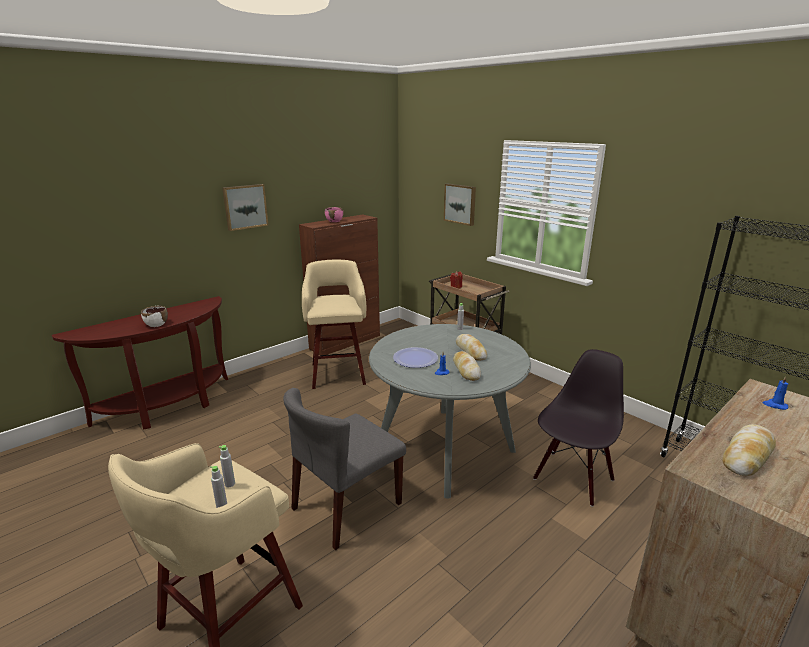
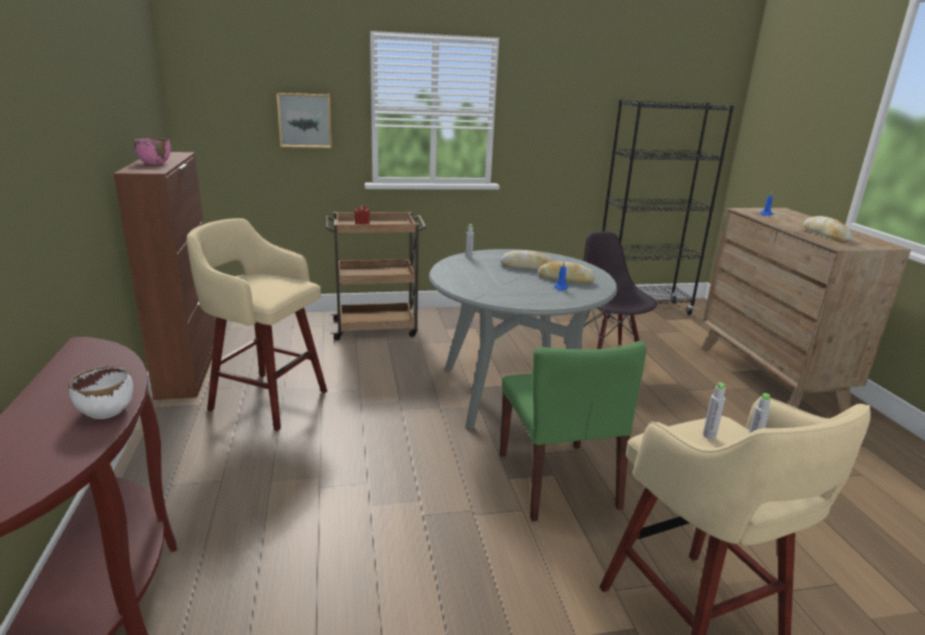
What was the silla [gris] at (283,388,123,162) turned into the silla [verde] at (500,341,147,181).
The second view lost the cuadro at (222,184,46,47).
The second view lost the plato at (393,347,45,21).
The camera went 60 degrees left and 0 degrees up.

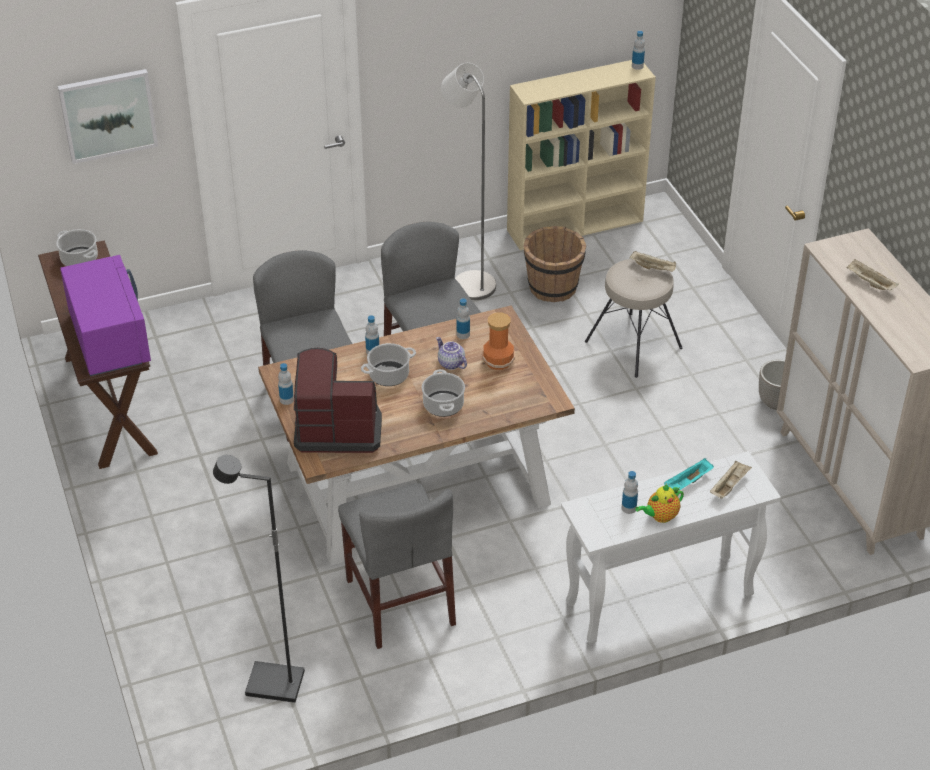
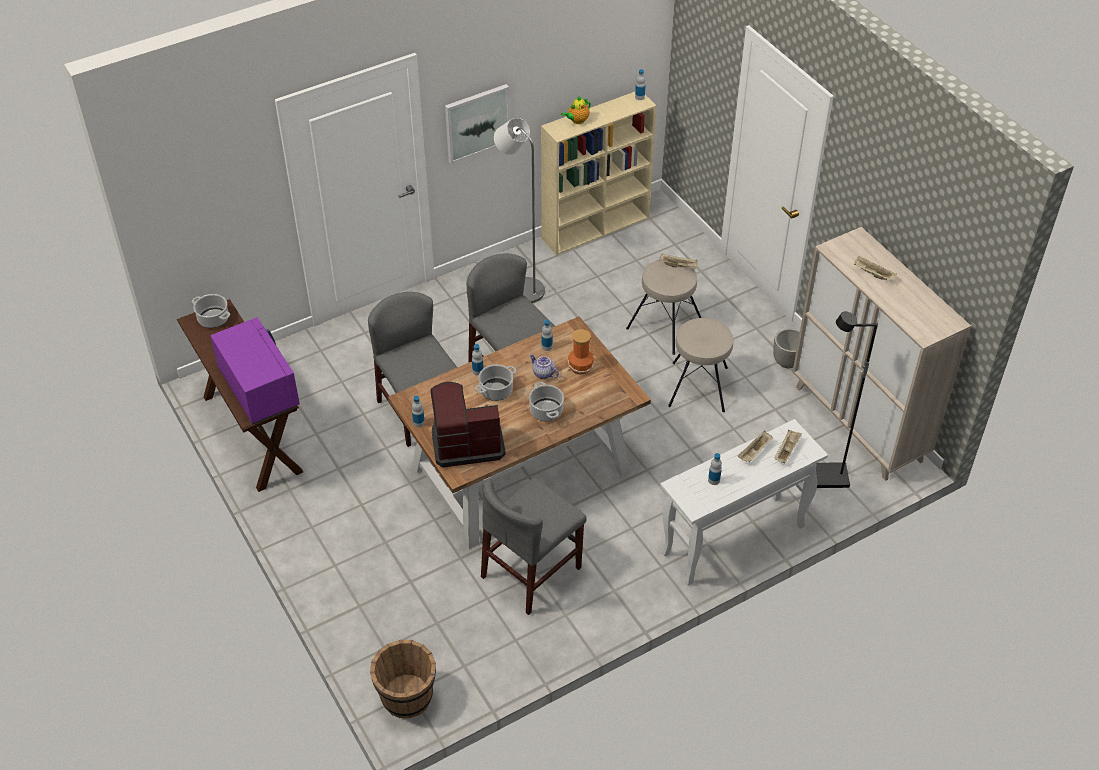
The cubo [marrón] ended up elsewhere, having gone from (523,226,63,76) to (370,640,66,78).
The cuadro ended up elsewhere, having gone from (58,69,100,95) to (445,84,65,80).
The silla [gris] at (338,483,118,166) ended up facing another way, 75 degrees clockwise from before.
The tetera ended up elsewhere, having gone from (635,484,49,39) to (561,96,30,28).
The second view gained the taburete [beis] at (668,318,65,94).
What was the bandeja [turquesa] at (664,458,50,32) turned into the bandeja [beis] at (738,431,35,31).
The lámpara de pie [negro] ended up elsewhere, having gone from (213,455,92,248) to (816,311,62,177).
The camera went 10 degrees left and 5 degrees up.

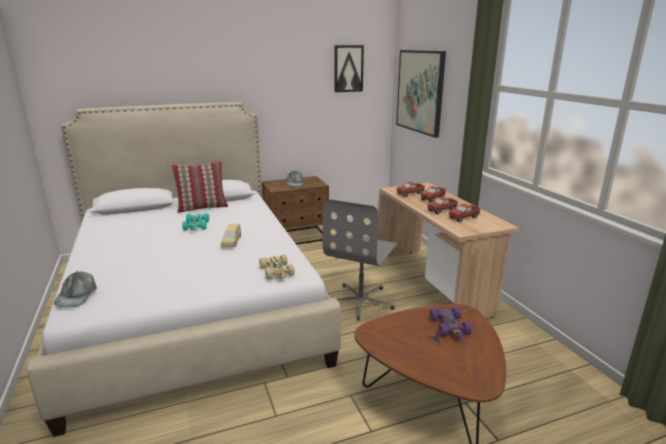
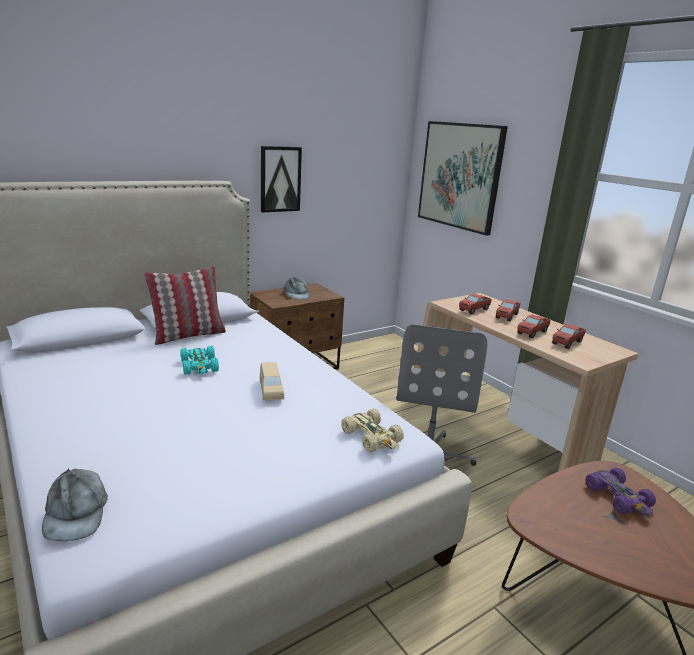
The cuadro ended up elsewhere, having gone from (334,45,30,47) to (261,146,41,66).
The camera went 15 degrees left and 0 degrees up.

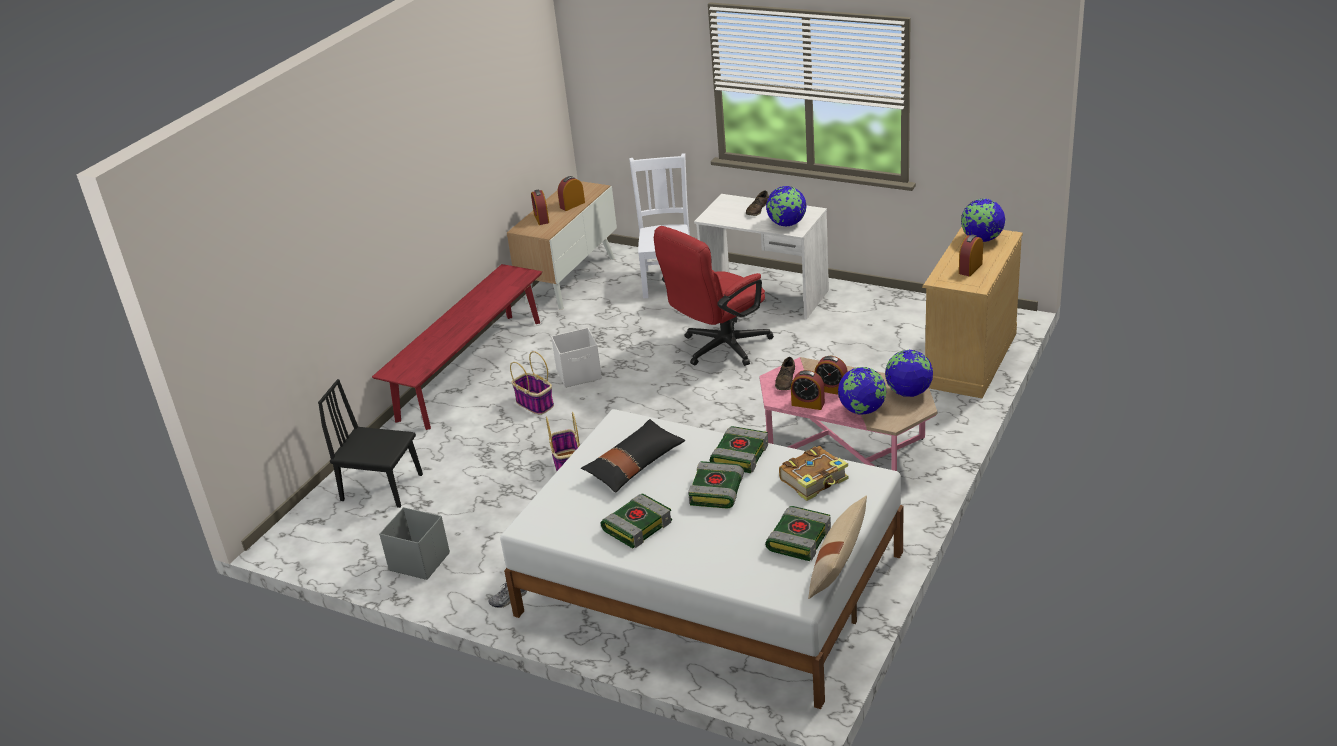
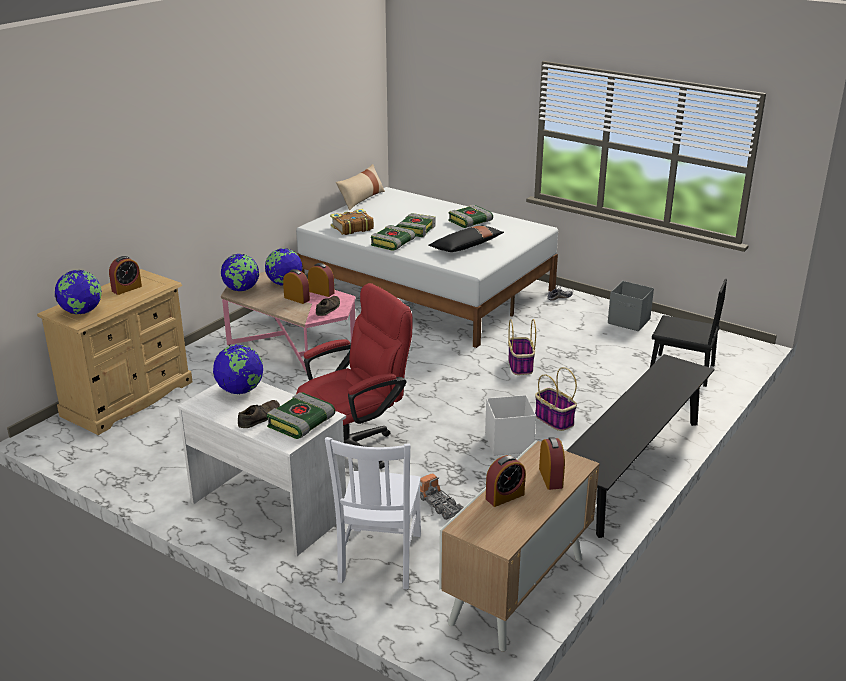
The libro ended up elsewhere, having gone from (765,506,66,55) to (266,392,69,47).
The second view gained the camión de juguete at (420,474,44,46).
What was the banco [rojo] at (372,264,170,166) turned into the banco [negro] at (567,354,147,184).
The camera went 175 degrees left and 5 degrees down.

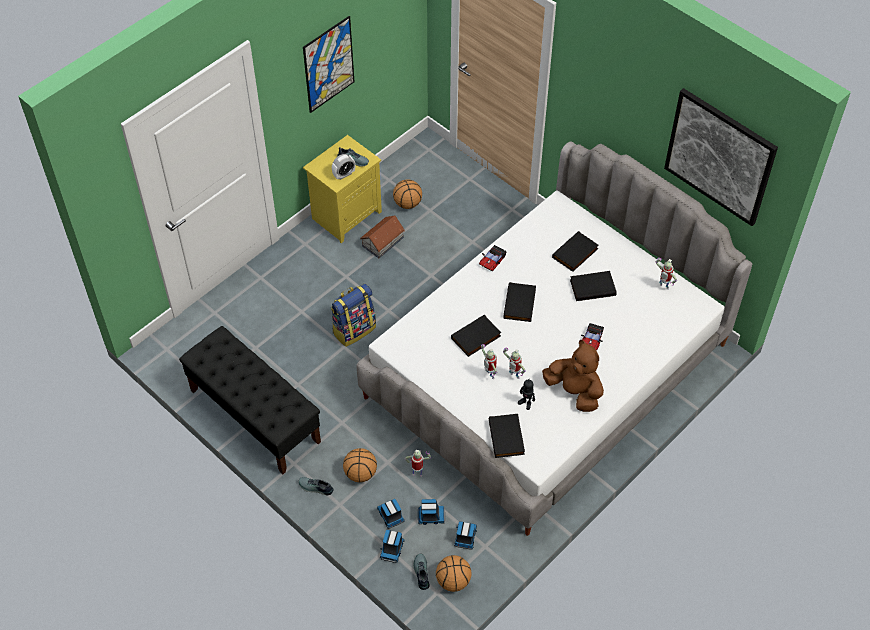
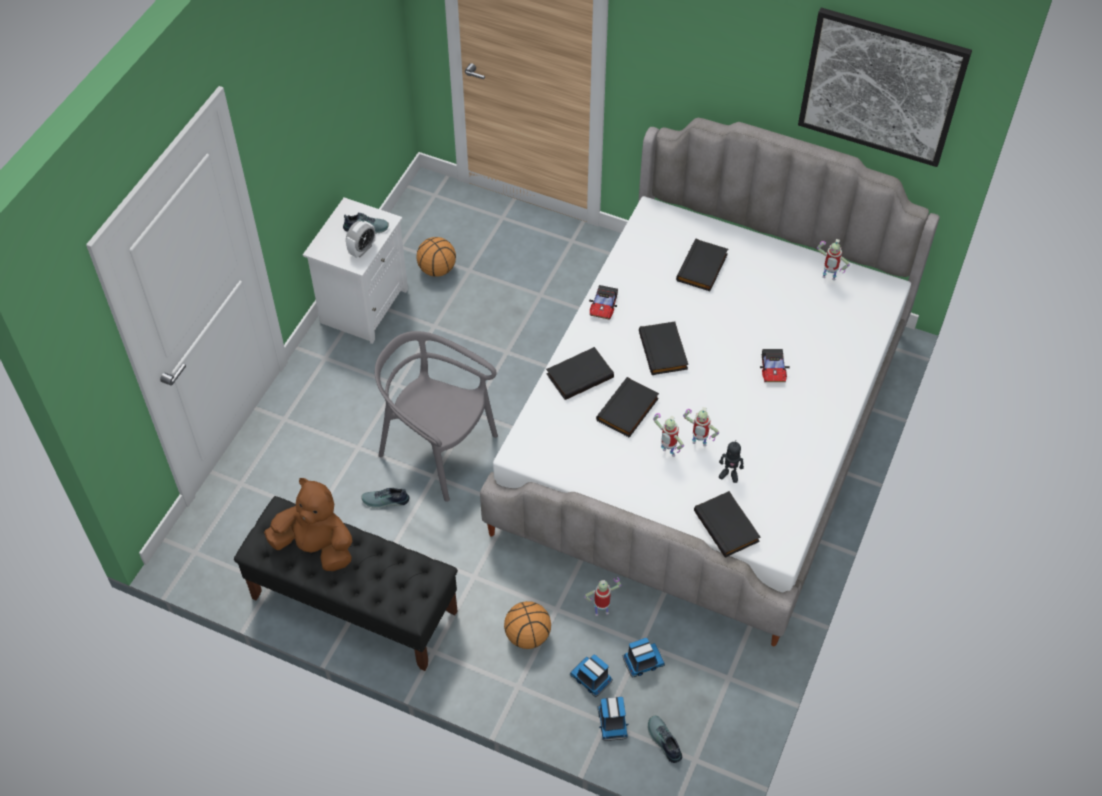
The peluche [marrón] ended up elsewhere, having gone from (542,340,62,72) to (264,478,88,93).
What was the mesita de noche [amarillo] at (303,135,79,108) turned into the mesita de noche [blanco] at (303,197,105,147).
The zapato ended up elsewhere, having gone from (298,477,36,19) to (361,488,48,20).
Where the mochila stood at (331,284,45,63), the silla [gris] came to stand at (375,331,123,171).
The libro [negro] ended up elsewhere, having gone from (570,271,47,30) to (546,347,68,53).
The second view lost the cuadro at (303,16,51,97).
The second view lost the casita at (360,216,45,42).
The second view lost the balón de baloncesto at (436,555,35,37).
The second view lost the camión de juguete at (454,521,23,28).
The camera went 20 degrees left and 0 degrees up.

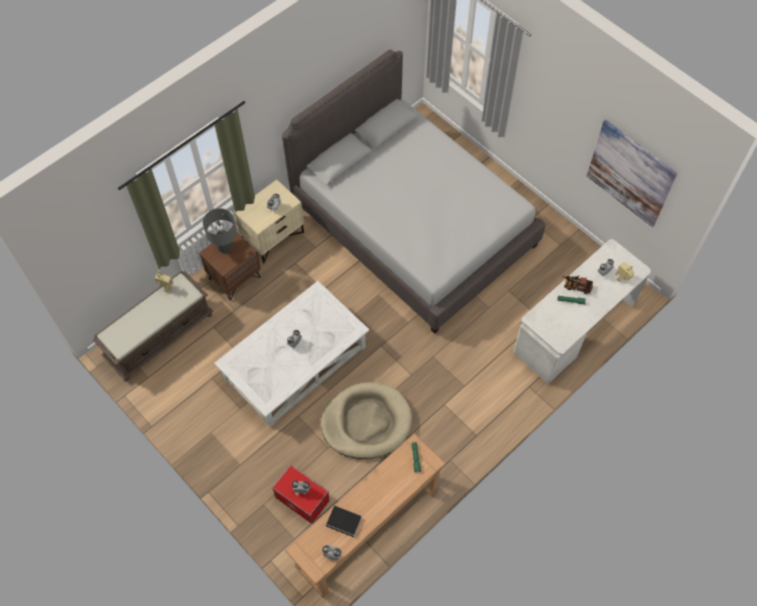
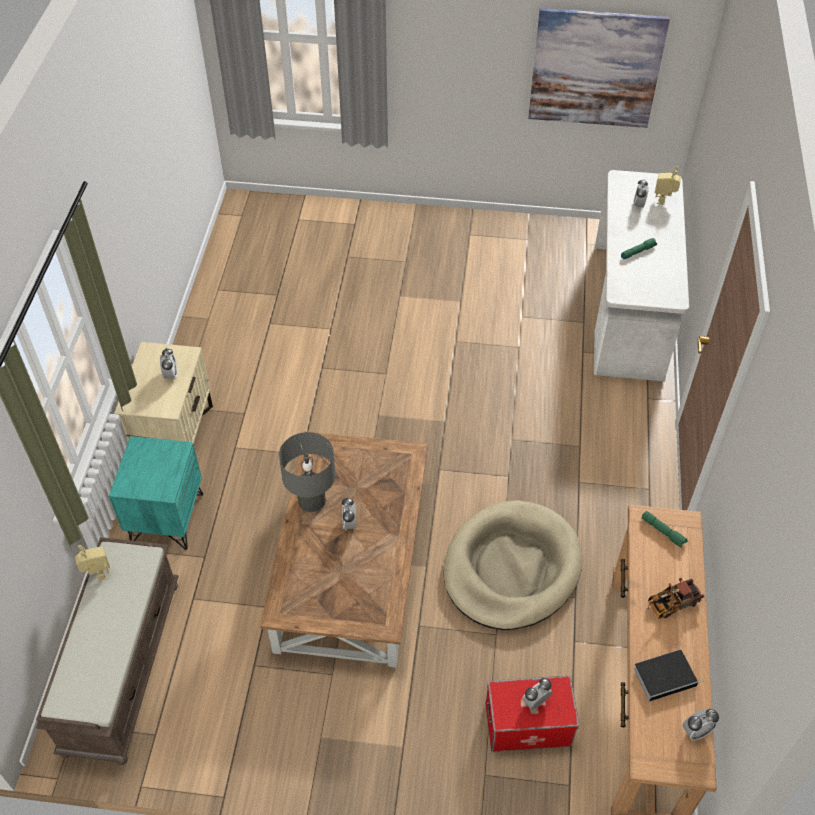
What was the mesita de noche [marrón] at (199,232,62,69) turned into the mesita de noche [turquesa] at (109,436,94,114).
What was the mesa de centro [blanco] at (214,281,155,146) turned into the mesa de centro [marrón] at (260,431,168,237).
The lámpara de mesa [gris] ended up elsewhere, having gone from (203,208,34,45) to (279,432,57,80).
The camión de juguete ended up elsewhere, having gone from (561,276,32,18) to (648,577,56,42).
The second view lost the cama [gris] at (282,50,263,284).
The camera went 40 degrees left and 10 degrees down.

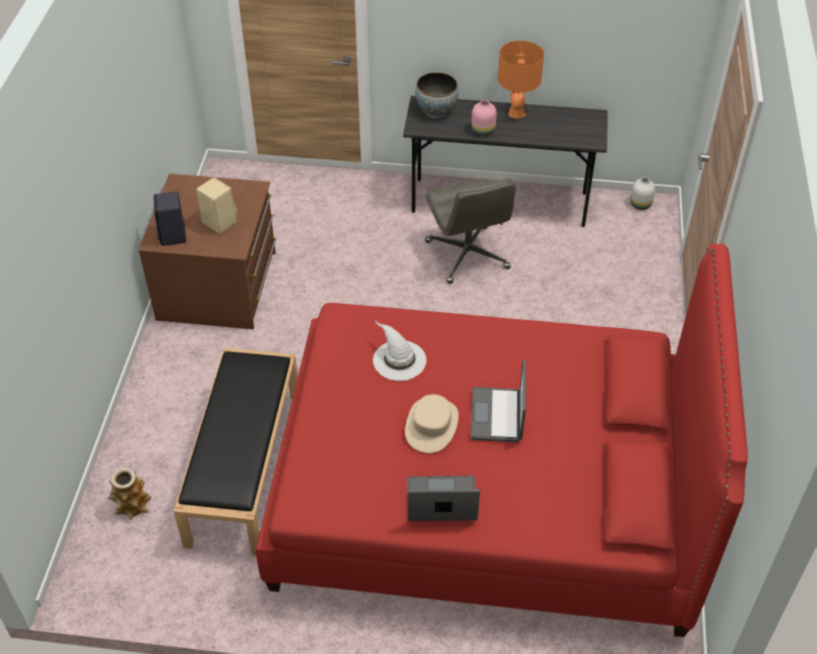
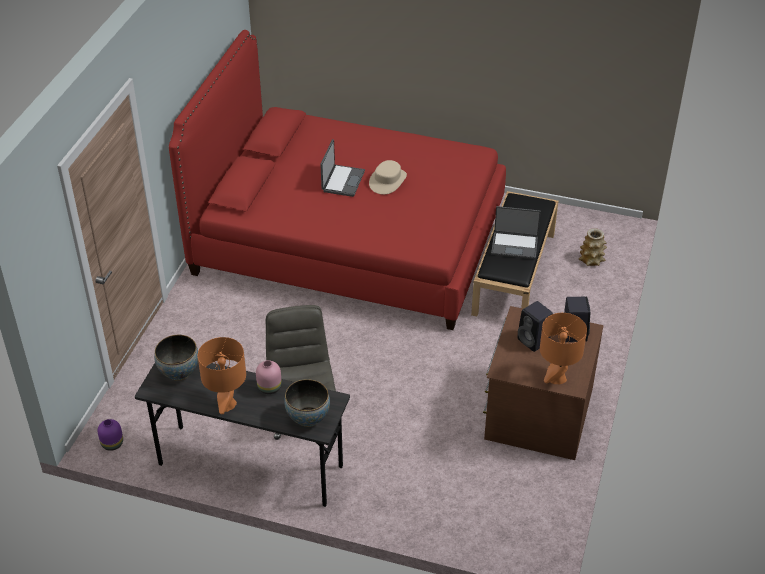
What was the florero [blanco] at (630,177,25,33) turned into the florero [morado] at (98,419,25,32).
The second view gained the cuenco at (154,335,44,46).
The portátil ended up elsewhere, having gone from (407,476,73,45) to (491,206,50,53).
What was the altavoz [beis] at (196,177,42,57) turned into the altavoz [negro] at (517,301,36,51).
The second view gained the lámpara de mesa [naranja] at (540,313,47,71).
The second view lost the sombrero [blanco] at (373,321,53,60).
The camera went 170 degrees left and 5 degrees down.

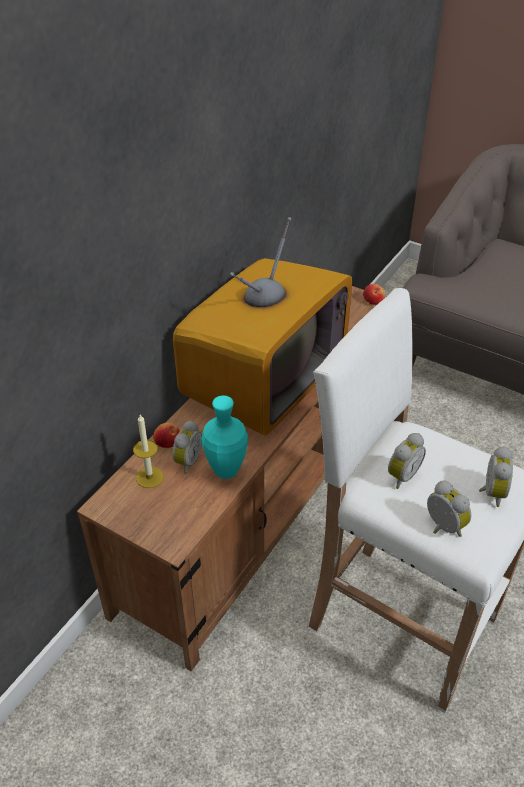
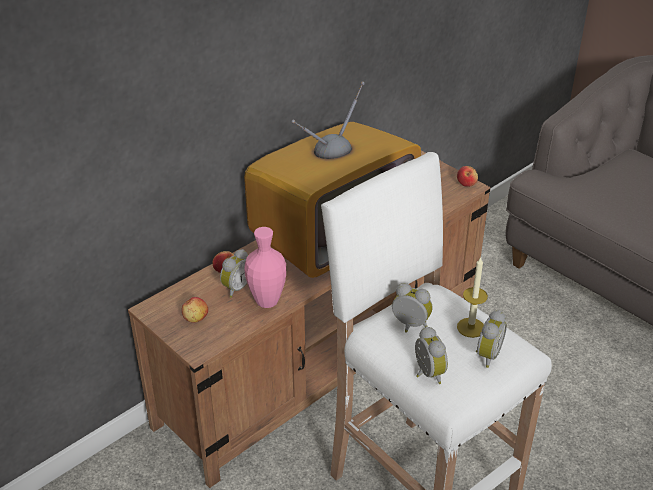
The second view gained the manzana at (182,297,26,26).
What was the florero [turquesa] at (201,395,47,84) turned into the florero [rosa] at (244,227,42,81).
The despertador at (388,433,38,56) ended up facing another way, 120 degrees counterclockwise from before.
The vela ended up elsewhere, having gone from (133,415,30,73) to (457,257,31,81).
The camera went 15 degrees right and 5 degrees down.

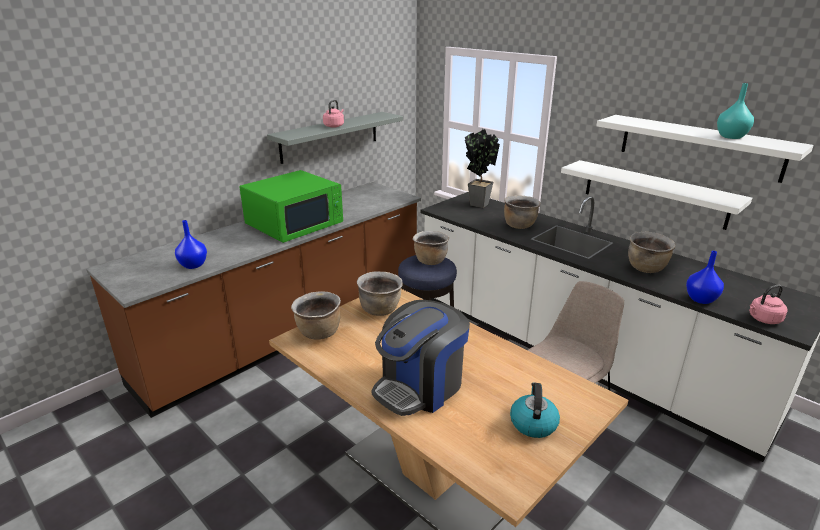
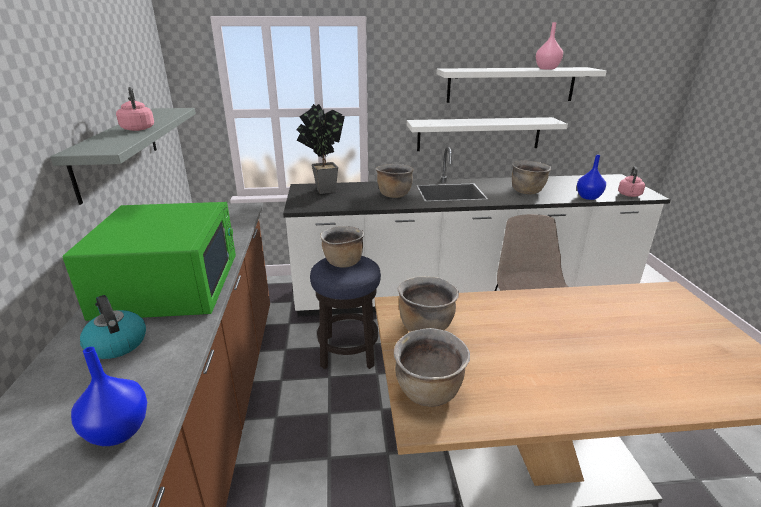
The hervidor ended up elsewhere, having gone from (510,383,50,55) to (80,295,66,64).
What was the florero [turquesa] at (717,83,37,56) turned into the florero [rosa] at (536,22,27,48).
The second view lost the cafetera at (371,300,99,116).
The camera went 50 degrees left and 0 degrees up.

